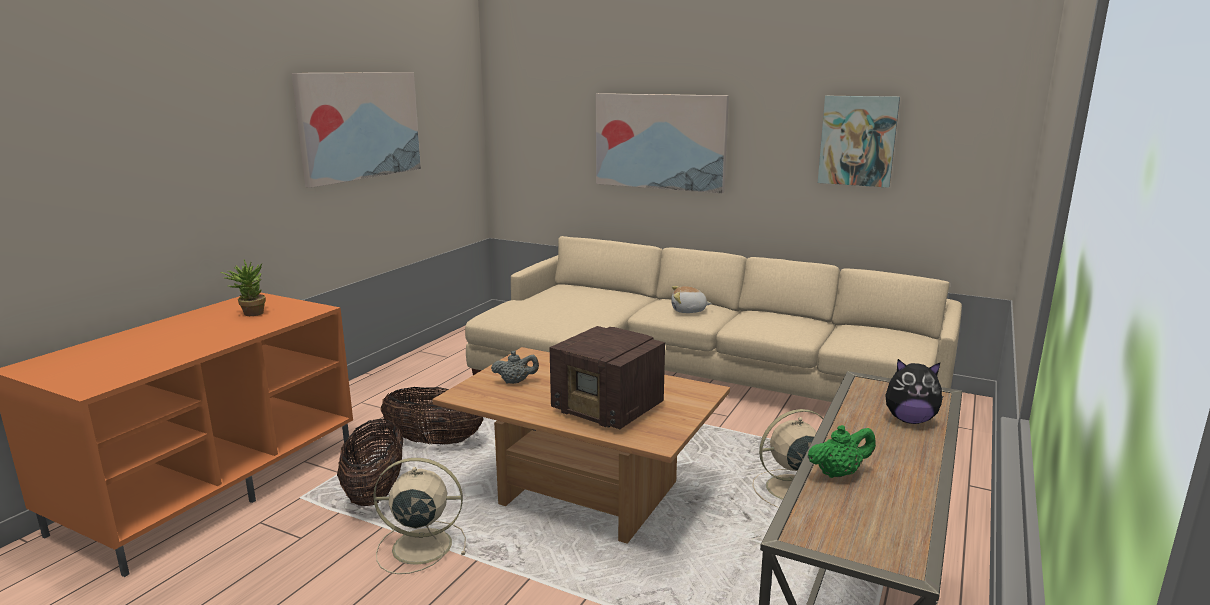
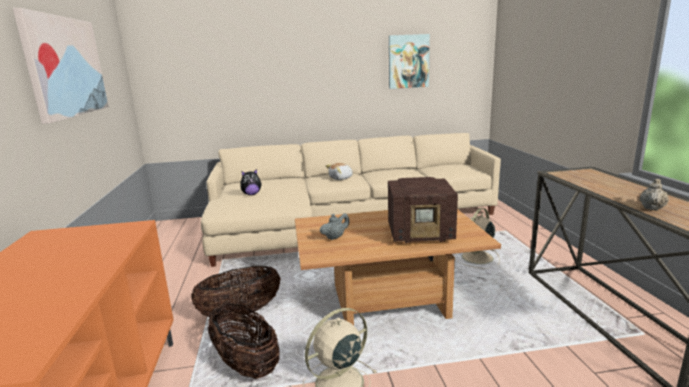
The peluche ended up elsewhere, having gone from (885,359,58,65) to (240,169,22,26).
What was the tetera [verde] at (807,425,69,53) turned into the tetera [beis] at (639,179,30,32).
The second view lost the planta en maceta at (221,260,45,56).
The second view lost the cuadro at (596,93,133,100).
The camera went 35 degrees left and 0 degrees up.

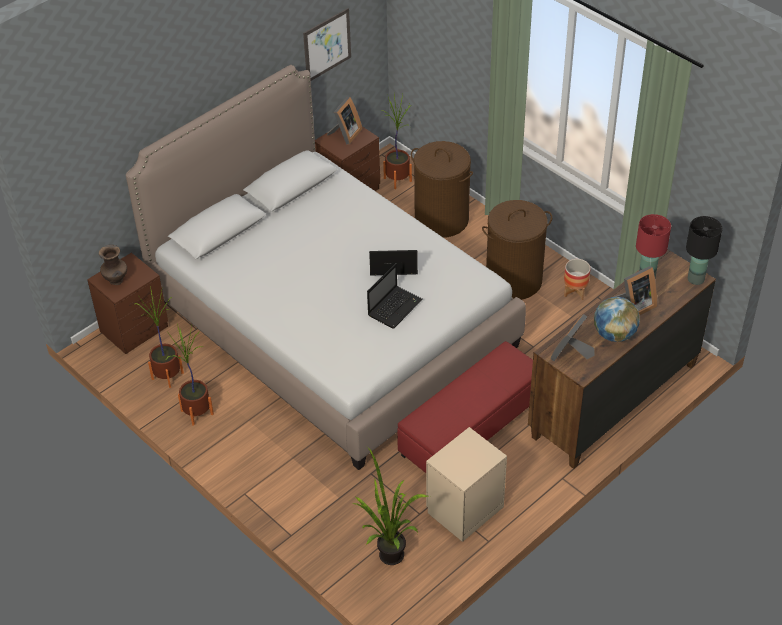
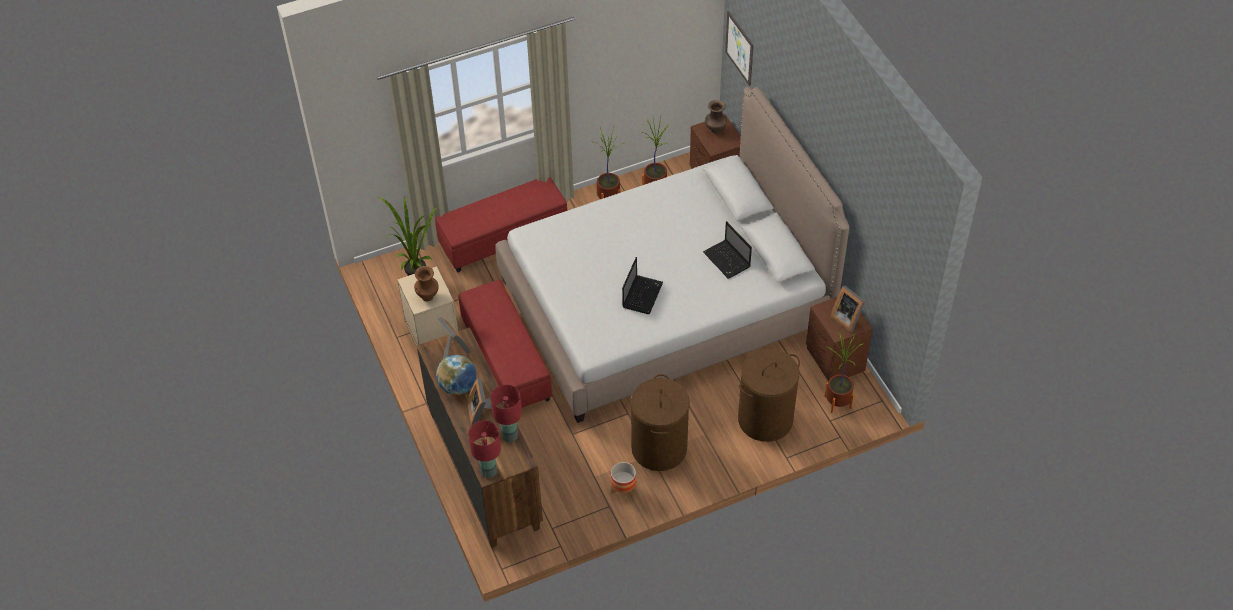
The second view gained the florero [marrón] at (414,266,25,35).
The second view gained the puf [rojo] at (435,177,132,95).
What was the lámpara de mesa [negro] at (686,216,36,69) turned into the lámpara de mesa [rojo] at (468,420,33,58).
The portátil ended up elsewhere, having gone from (367,263,56,66) to (703,221,49,58).
The cuadro ended up elsewhere, having gone from (303,8,48,73) to (725,11,29,75).
The camera went 110 degrees right and 5 degrees up.

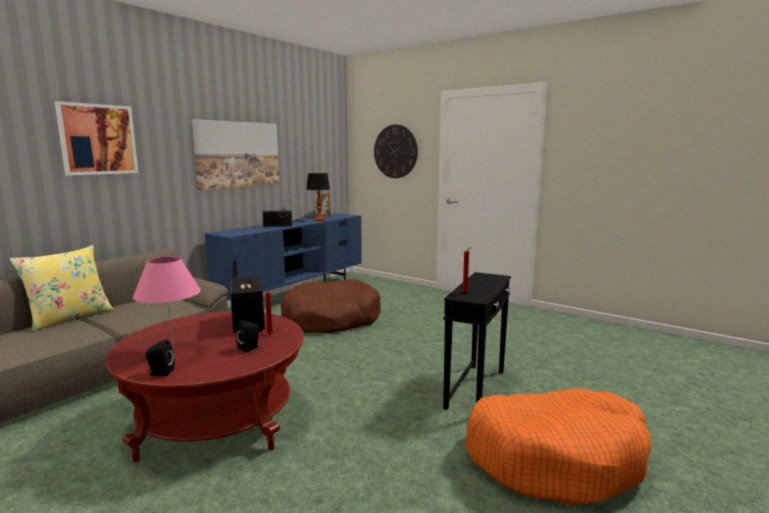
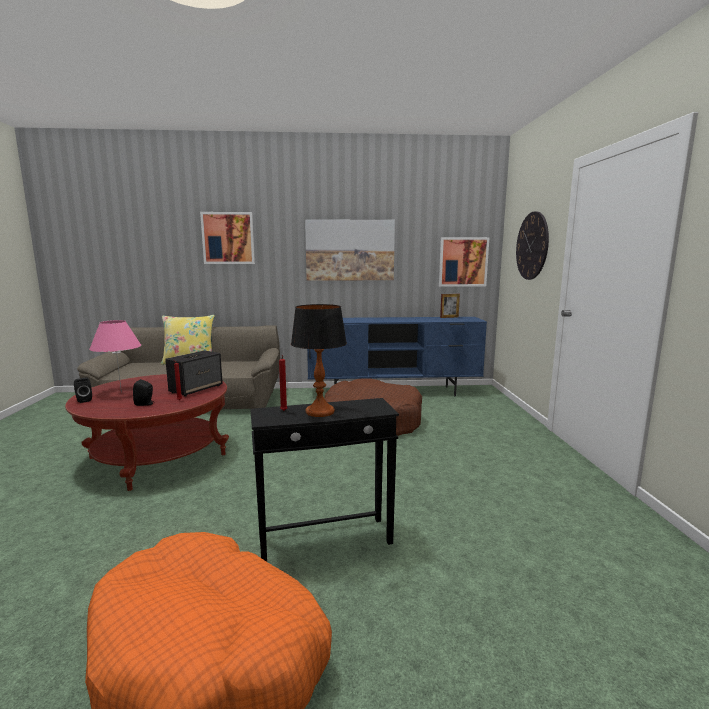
The lámpara de mesa ended up elsewhere, having gone from (306,173,24,48) to (291,304,56,113).
The second view gained the cuadro at (439,237,50,50).
The second view lost the radio at (263,211,29,16).
The camera went 50 degrees right and 0 degrees up.

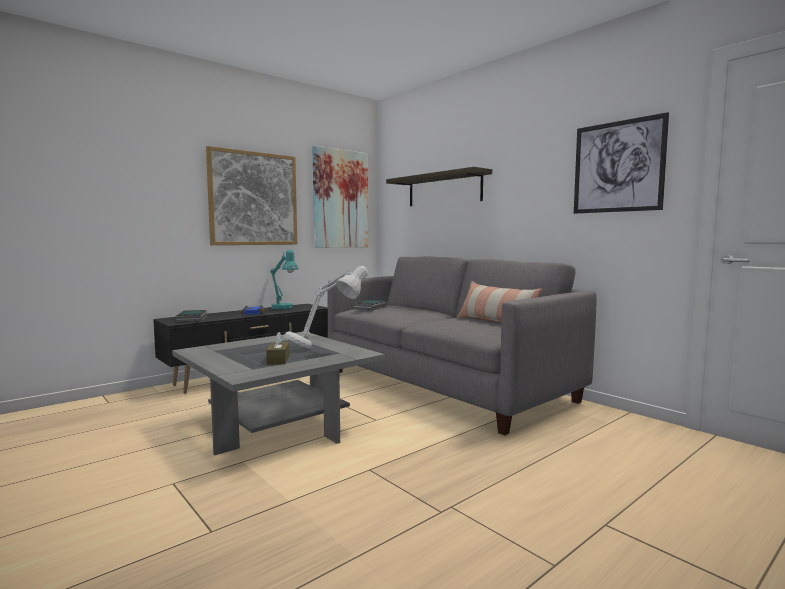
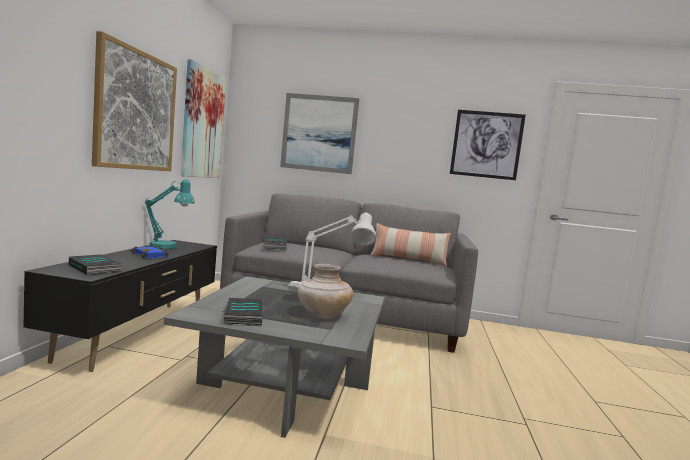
The second view gained the libro at (223,298,41,28).
Where the estante hung at (386,167,106,39), the cuadro came to hang at (280,93,79,81).
Where the caja de pañuelos [marrón] stood at (266,332,23,33), the florero [beis] came to stand at (298,264,55,54).
The camera went 40 degrees left and 0 degrees up.

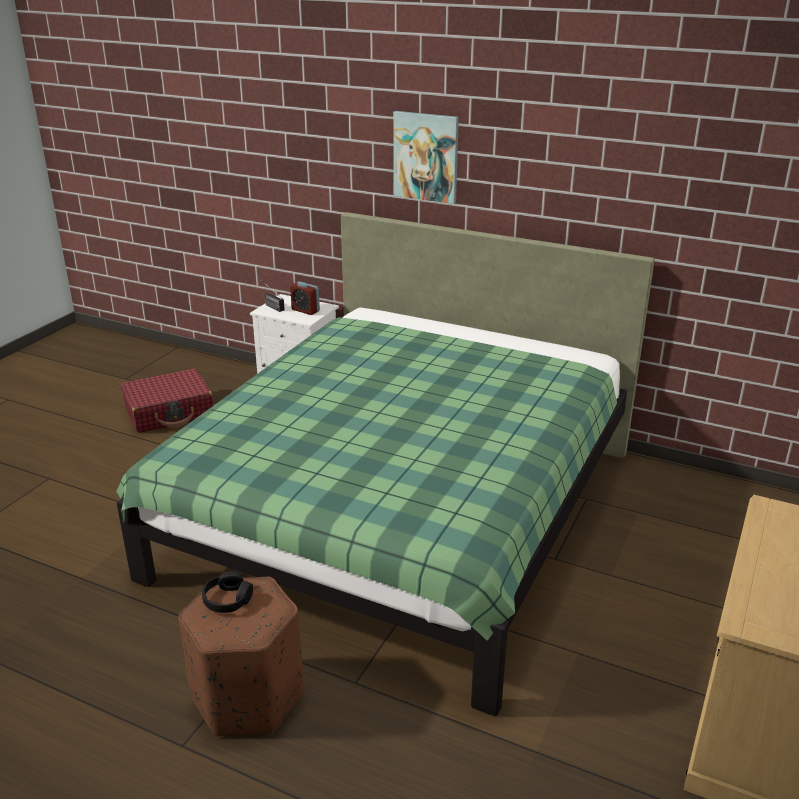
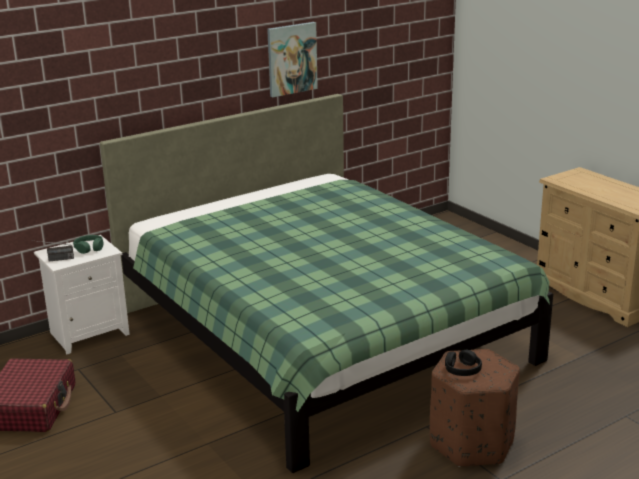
Where the despertador stood at (290,281,30,34), the auriculares [verde] came to stand at (73,235,30,19).
The cuadro ended up elsewhere, having gone from (393,111,66,93) to (267,22,51,75).
The camera went 60 degrees left and 5 degrees down.

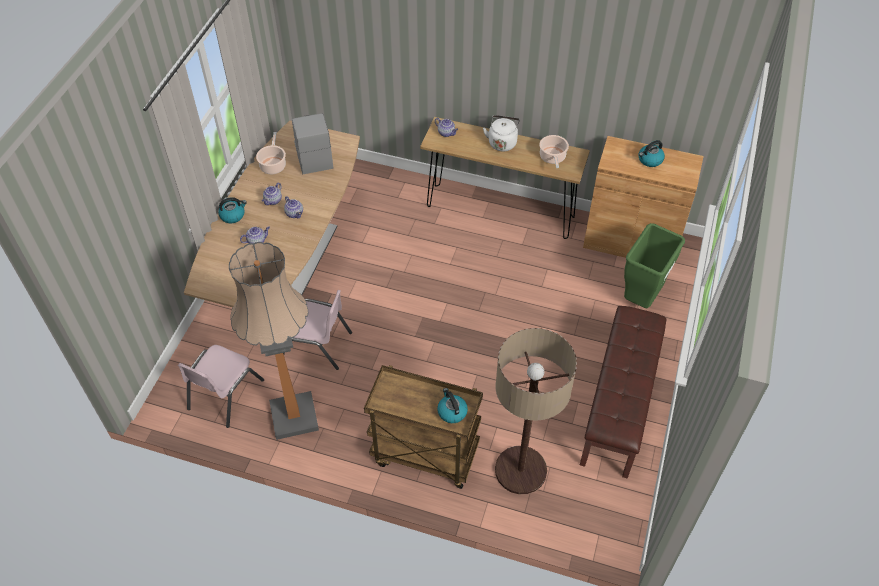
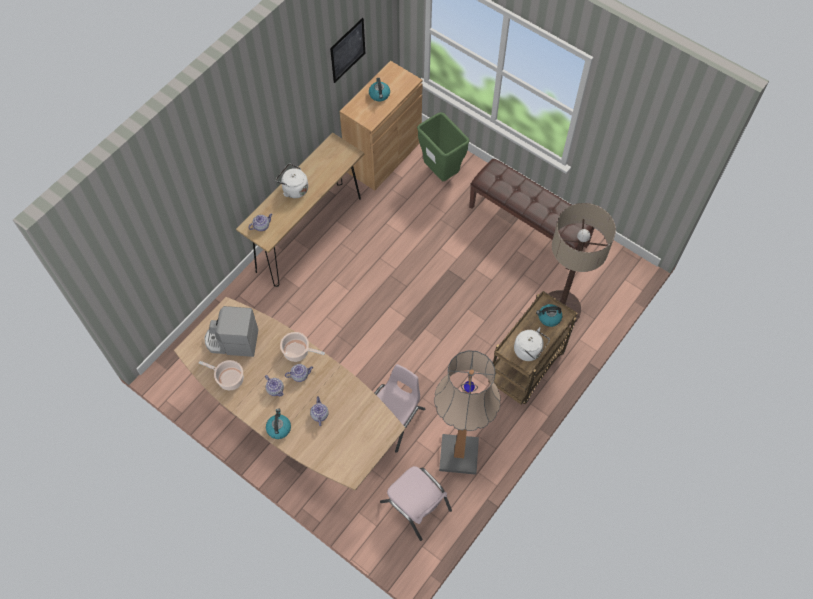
The olla ended up elsewhere, having gone from (539,135,30,33) to (280,332,45,30).
The second view gained the cuadro at (330,18,35,65).
The second view gained the hervidor [blanco] at (514,327,36,34).
The camera went 70 degrees left and 10 degrees up.

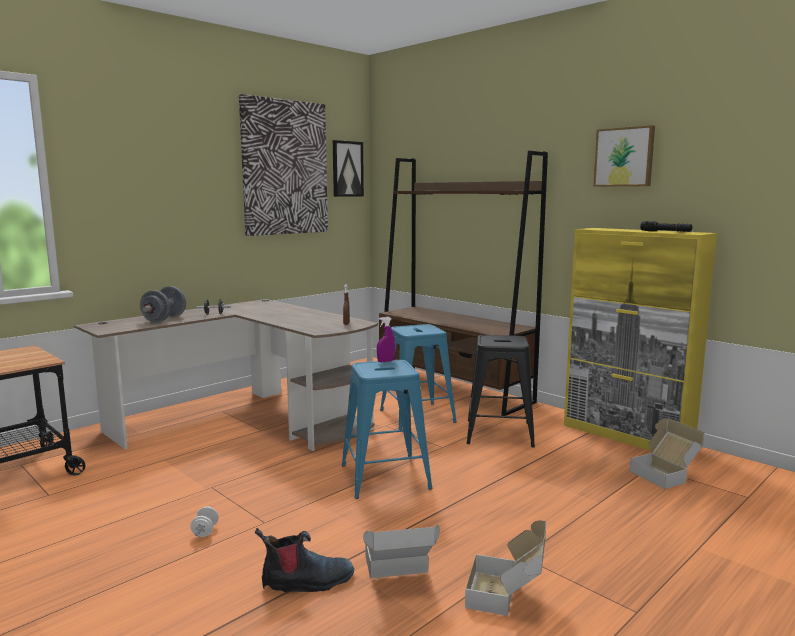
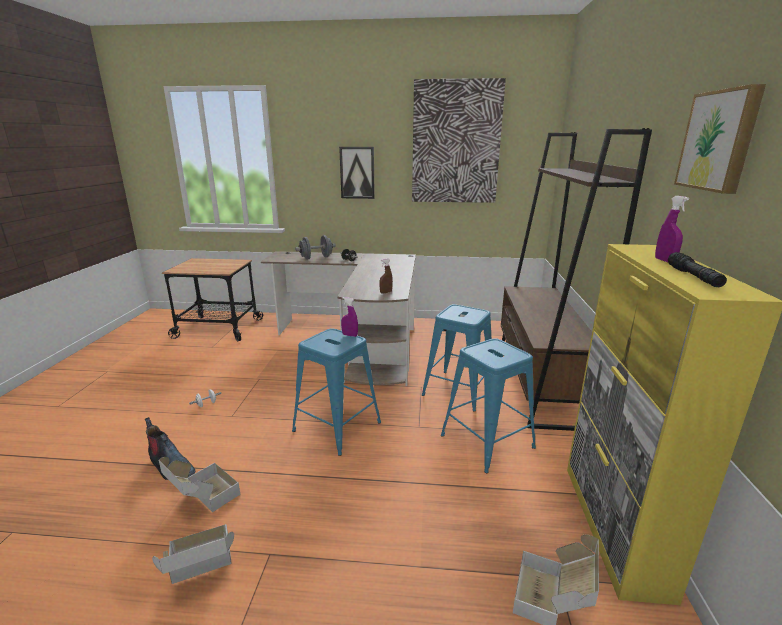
The cuadro ended up elsewhere, having gone from (333,140,31,57) to (339,147,36,52).
What was the taburete [negro] at (467,335,68,113) turned into the taburete [azul] at (441,338,95,135).
The second view gained the pulverizador [morado] at (655,196,34,67).
The camera went 50 degrees right and 10 degrees up.

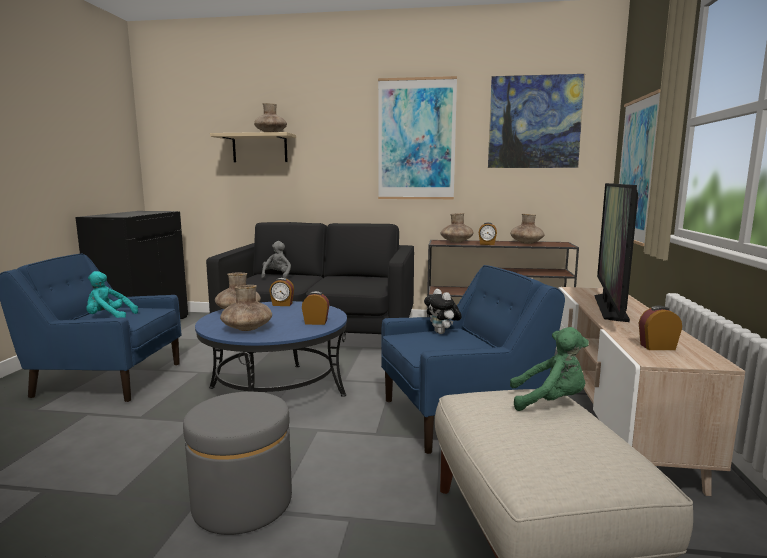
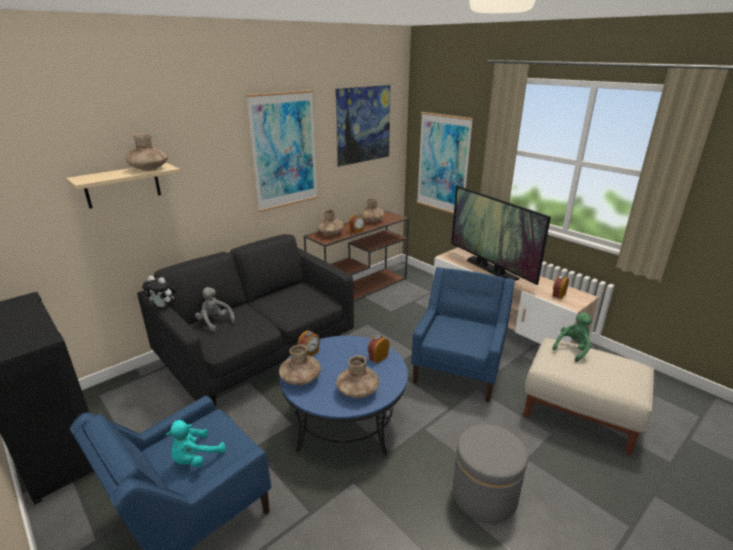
The peluche ended up elsewhere, having gone from (424,289,38,45) to (142,276,34,31).
The camera went 50 degrees left and 15 degrees up.

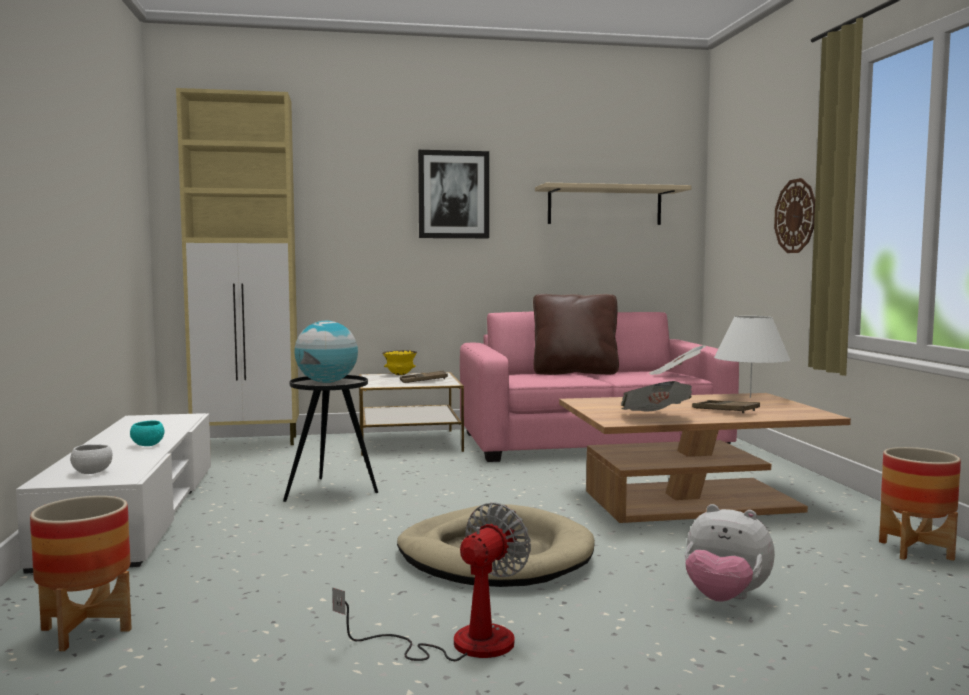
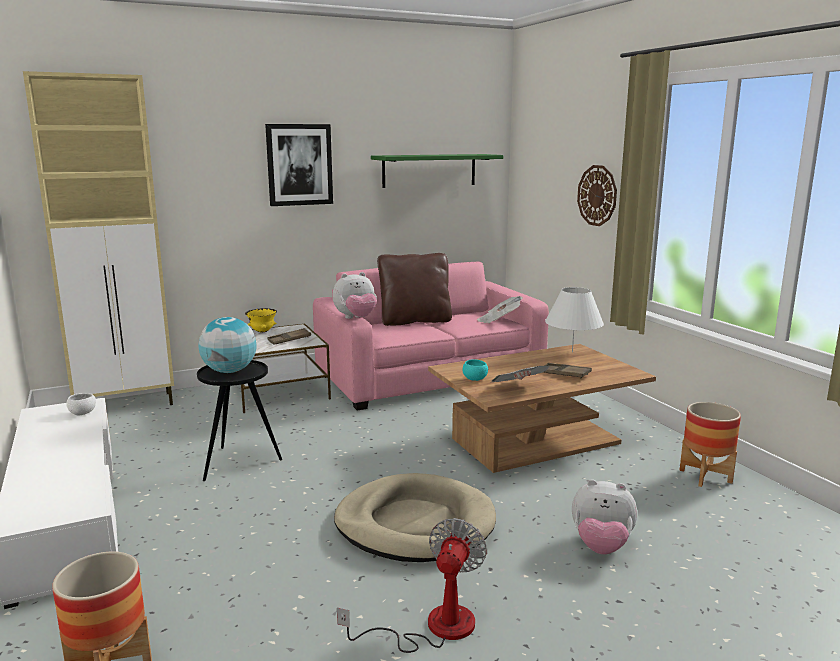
The cuenco [blanco] ended up elsewhere, having gone from (70,444,42,30) to (66,393,30,22).
The second view gained the peluche at (332,272,45,47).
What was the estante [beis] at (535,183,156,42) turned into the estante [verde] at (371,154,132,34).
The cuenco [turquesa] ended up elsewhere, having gone from (130,420,34,26) to (462,359,26,22).
The camera went 15 degrees left and 10 degrees up.

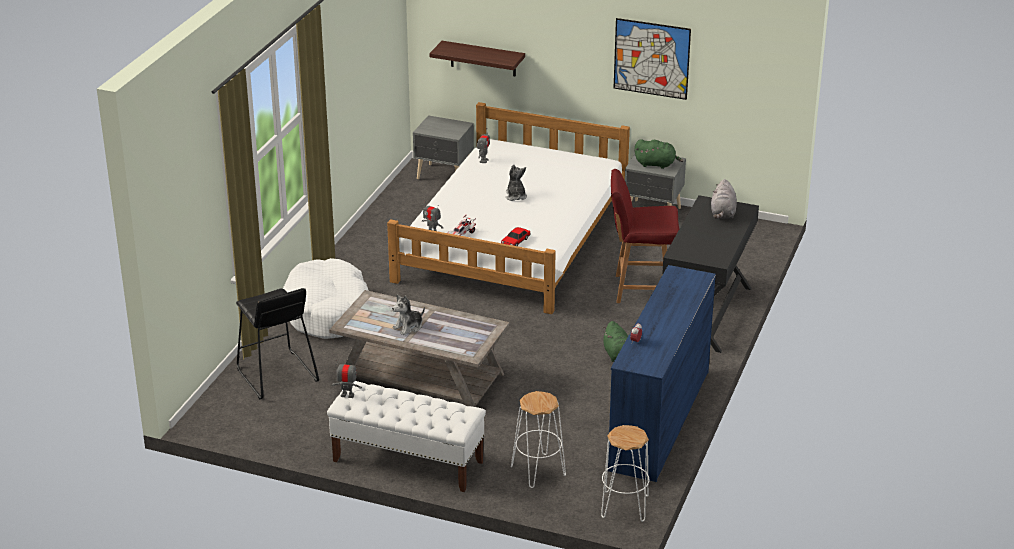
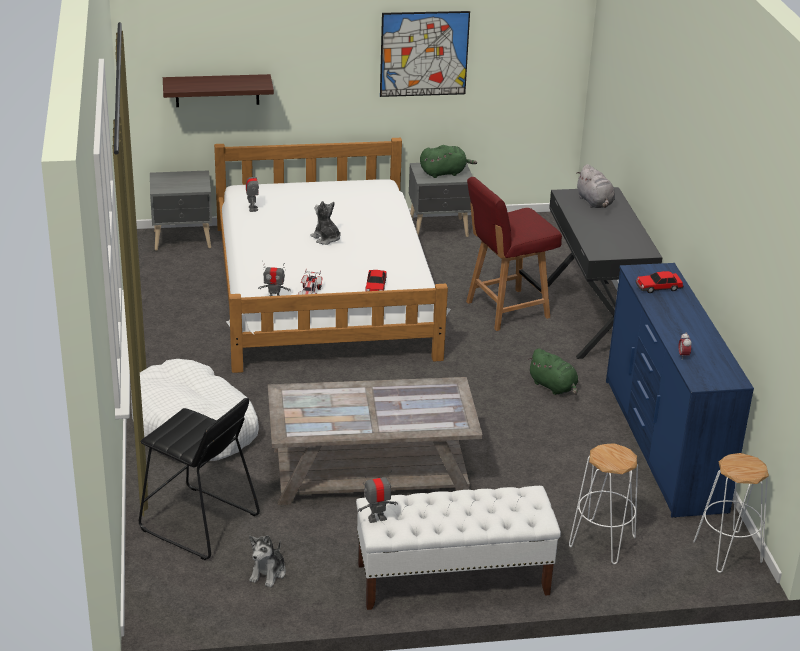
The peluche ended up elsewhere, having gone from (392,294,33,41) to (249,535,37,53).
The second view gained the coche de juguete at (636,271,48,22).
The camera went 30 degrees left and 0 degrees up.

